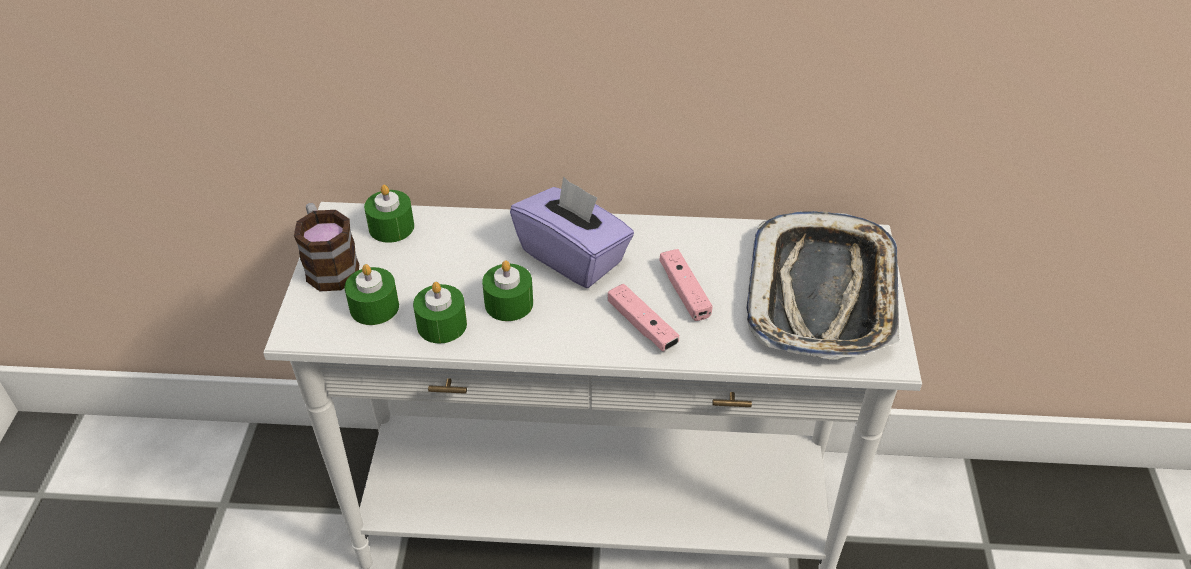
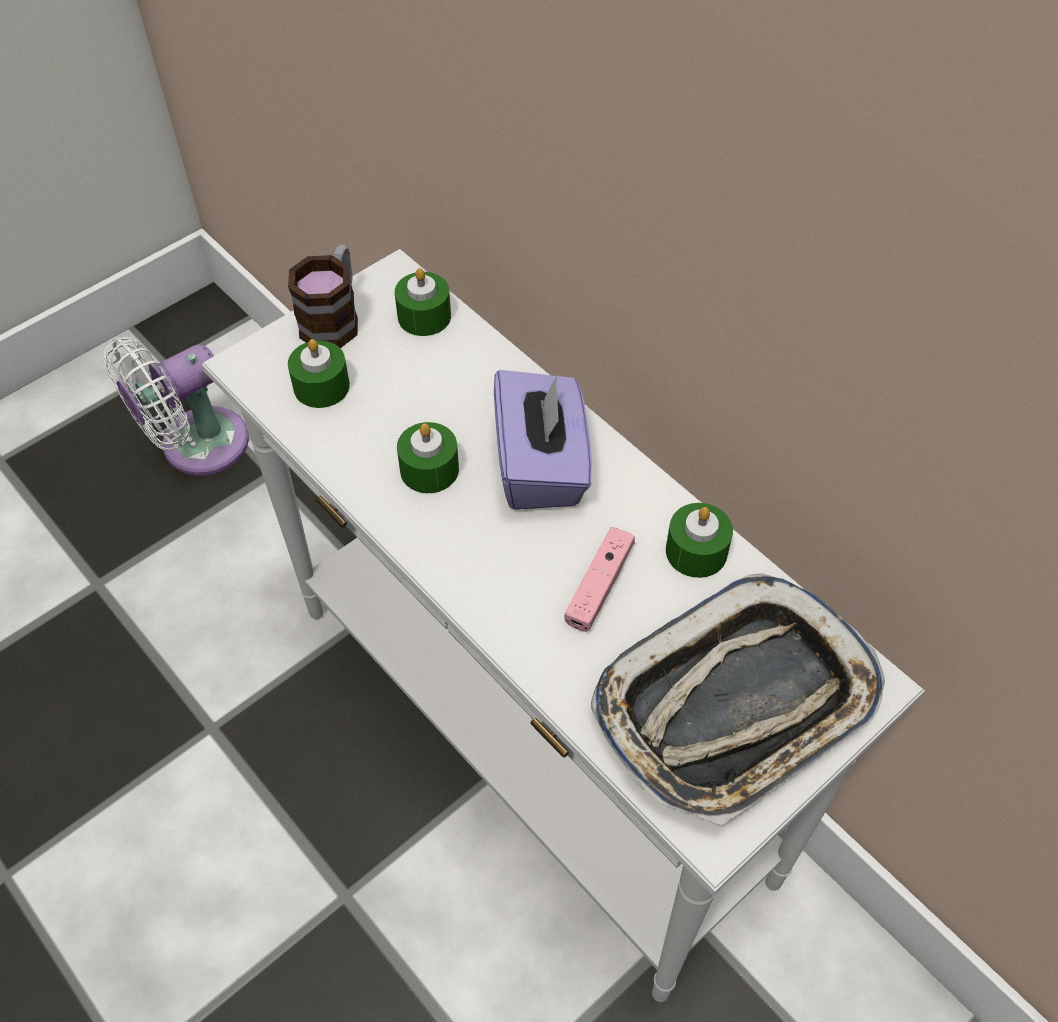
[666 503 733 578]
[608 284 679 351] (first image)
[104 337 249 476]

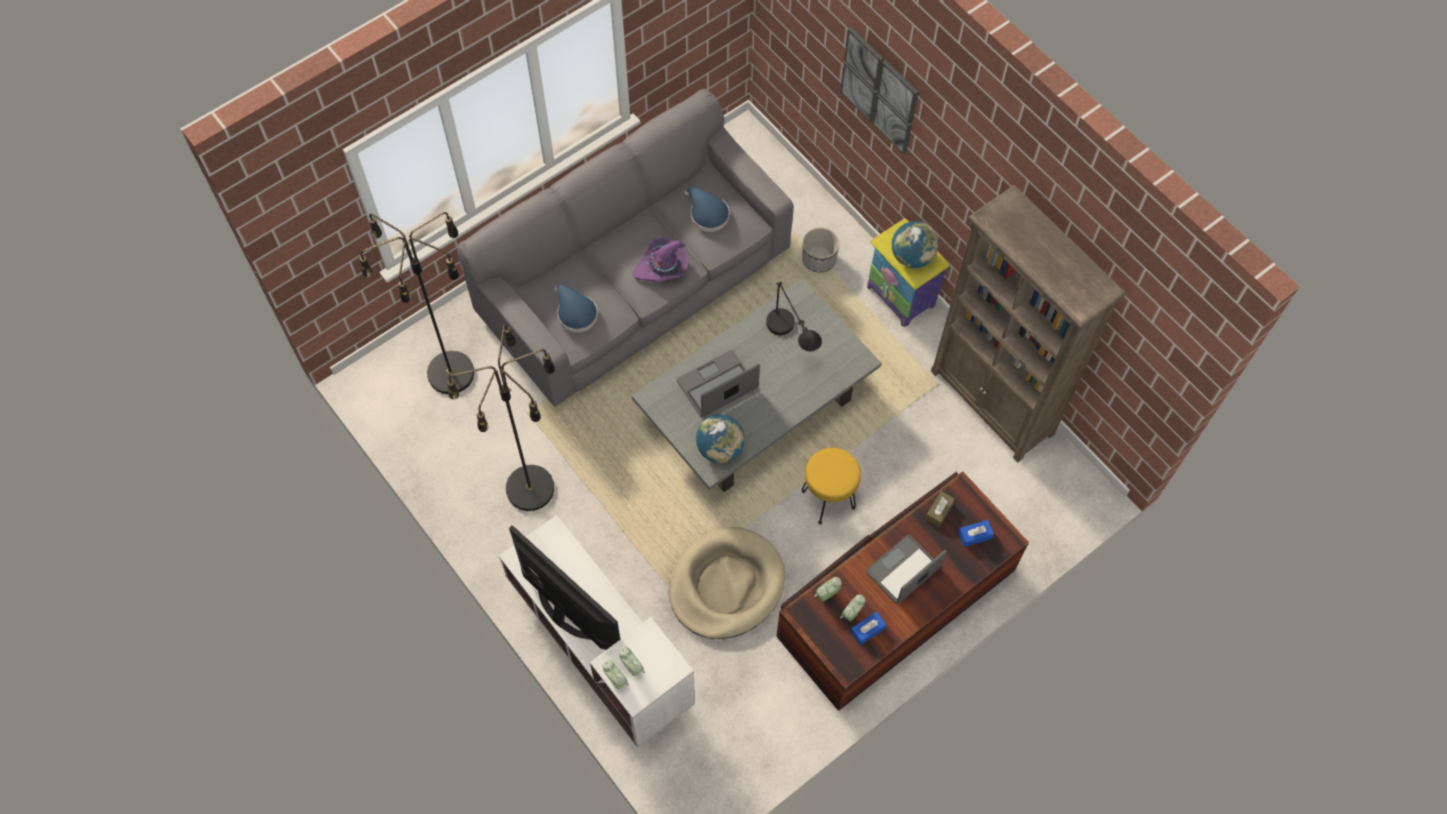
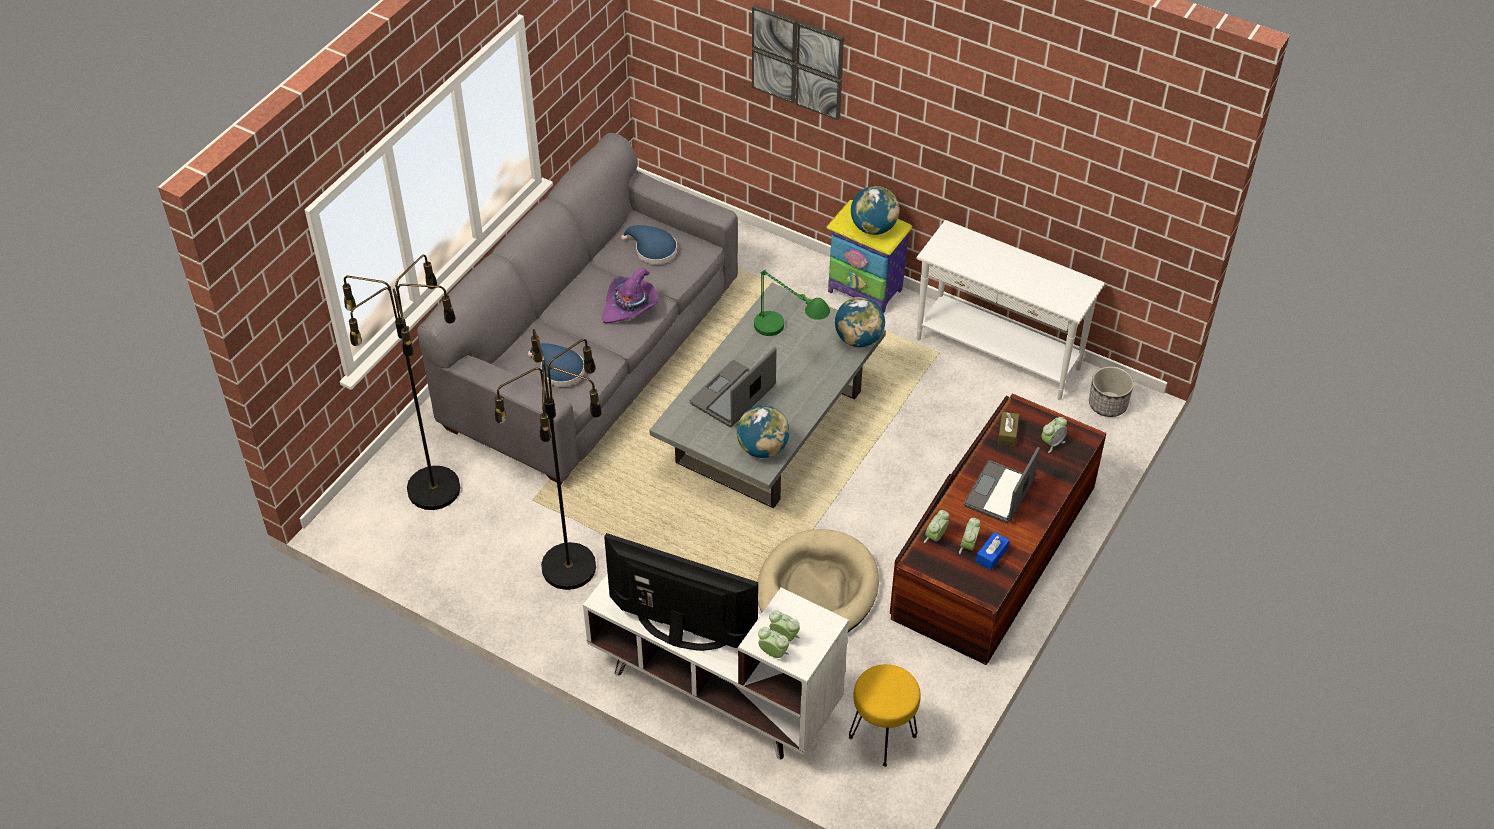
[916 220 1105 400]
[1089 366 1134 417]
[754 270 830 336]
[849 664 921 767]
[1042 417 1067 453]
[835 297 885 347]

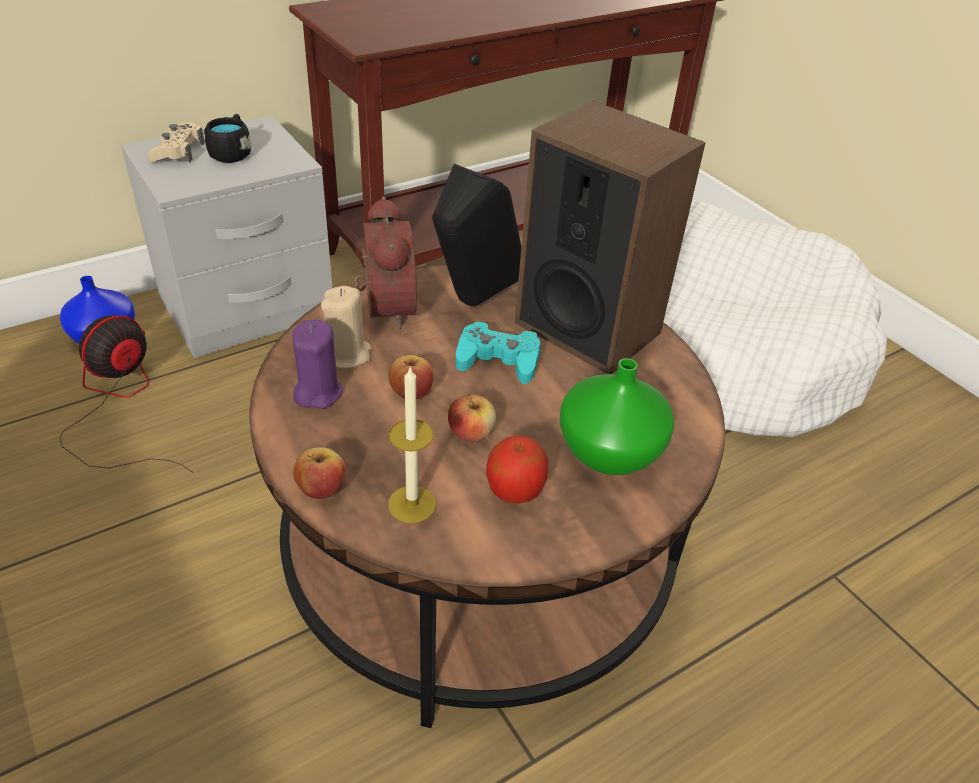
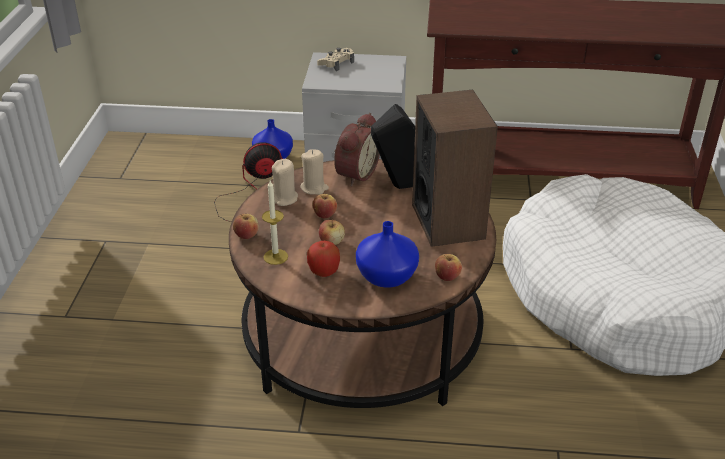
[204 114 251 163] (first image)
[272 159 298 206]
[455 321 540 384] (first image)
[356 221 419 288]
[435 254 462 281]

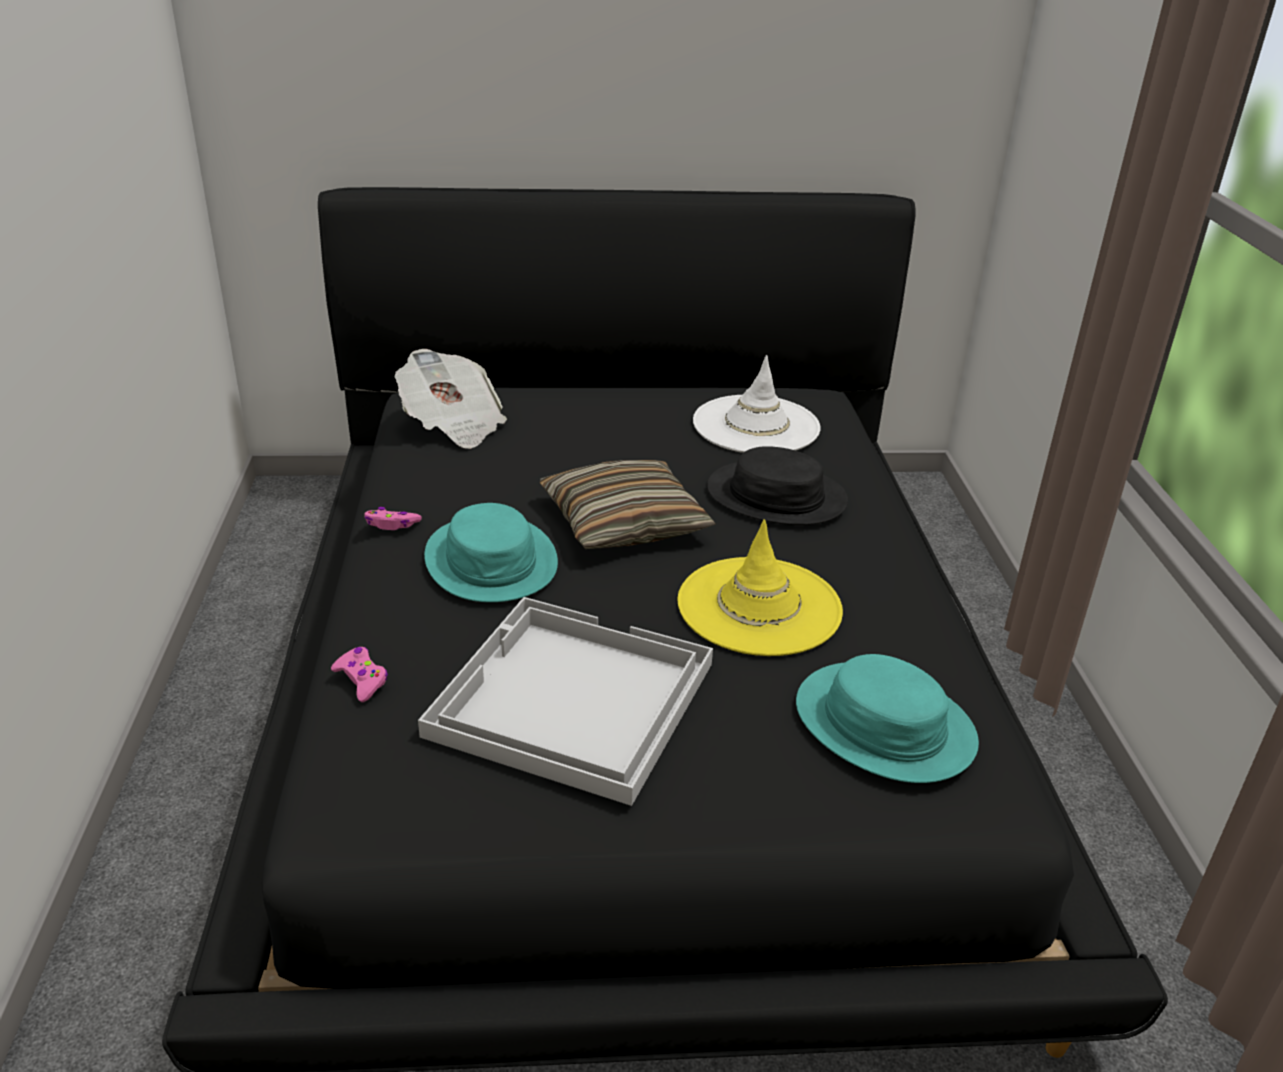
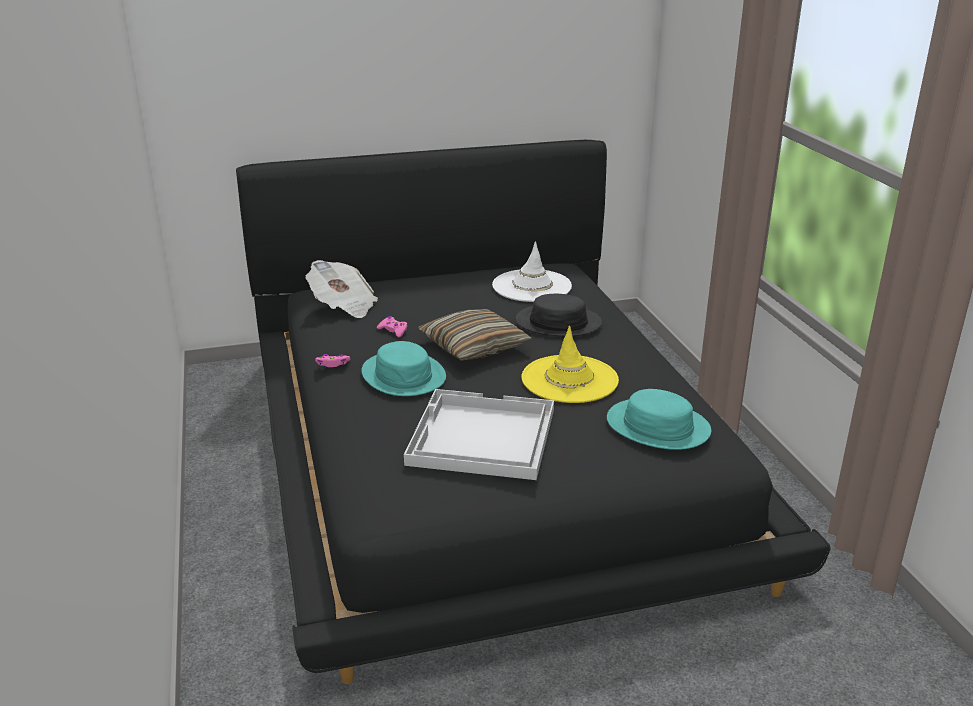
[377 316 408 337]

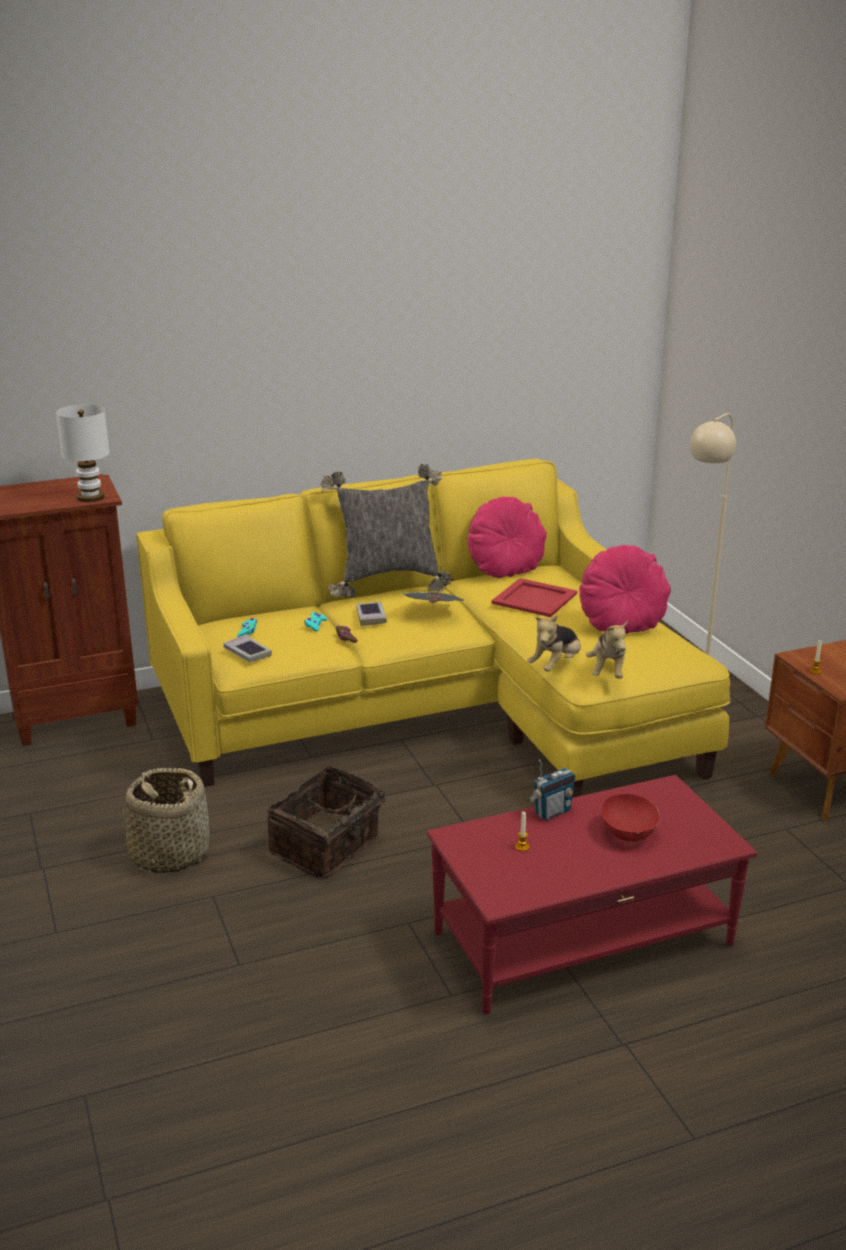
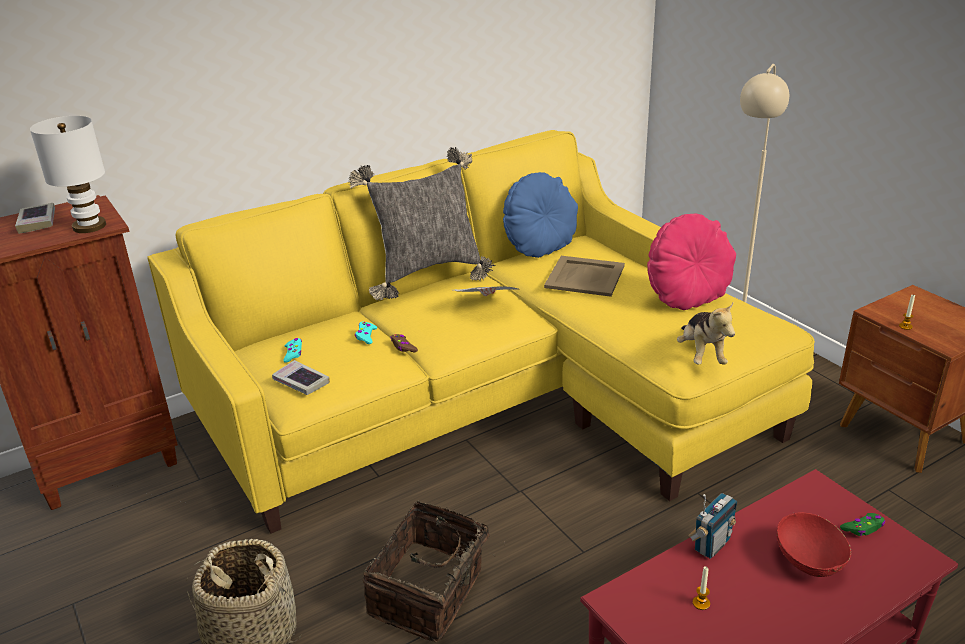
[503 172 578 258]
[544 256 625 297]
[15 203 55 234]
[527 616 581 671] (first image)
[840 513 885 536]

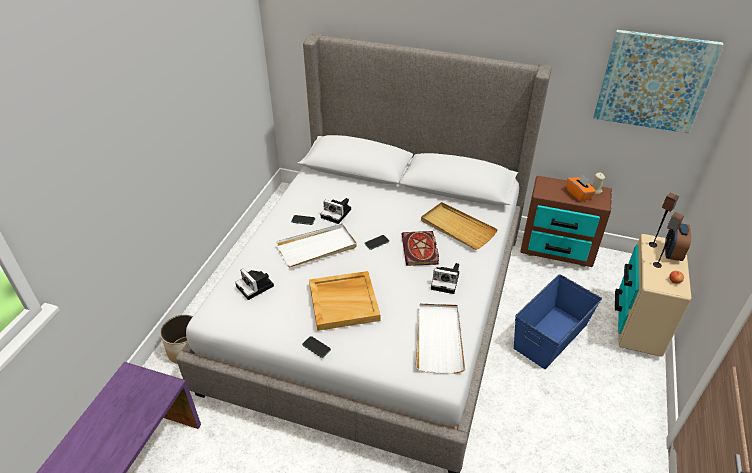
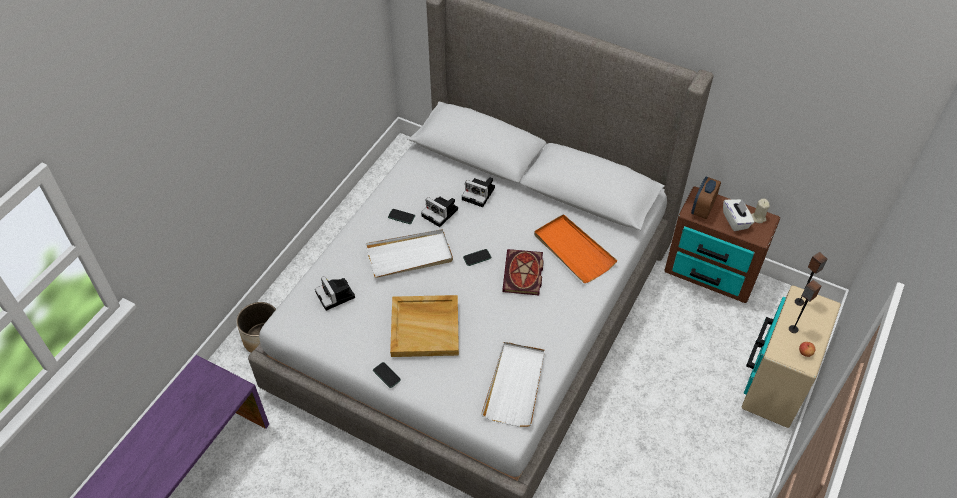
[593 30 723 133] (first image)
[723 199 754 231]
[534 214 617 283]
[691 177 721 219]
[462 177 495 207]
[514 274 602 369] (first image)

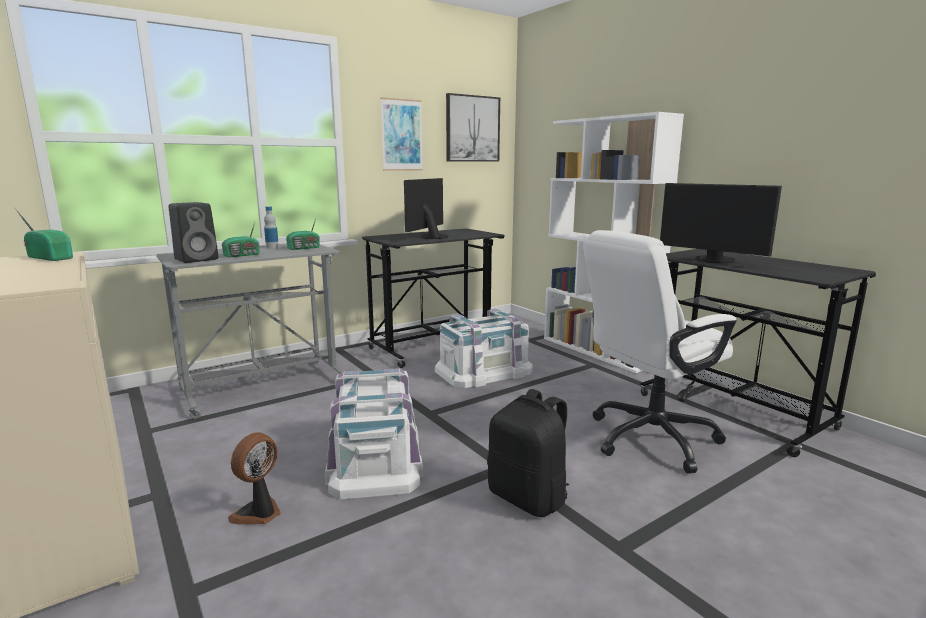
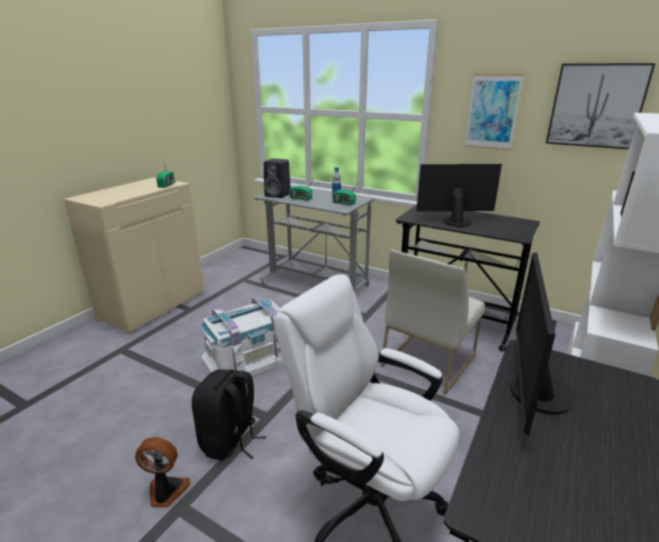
[380 249 485 395]
[135 437 190 507]

